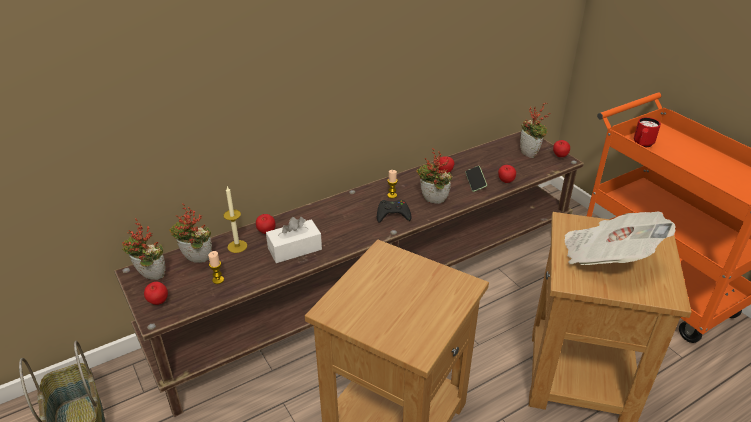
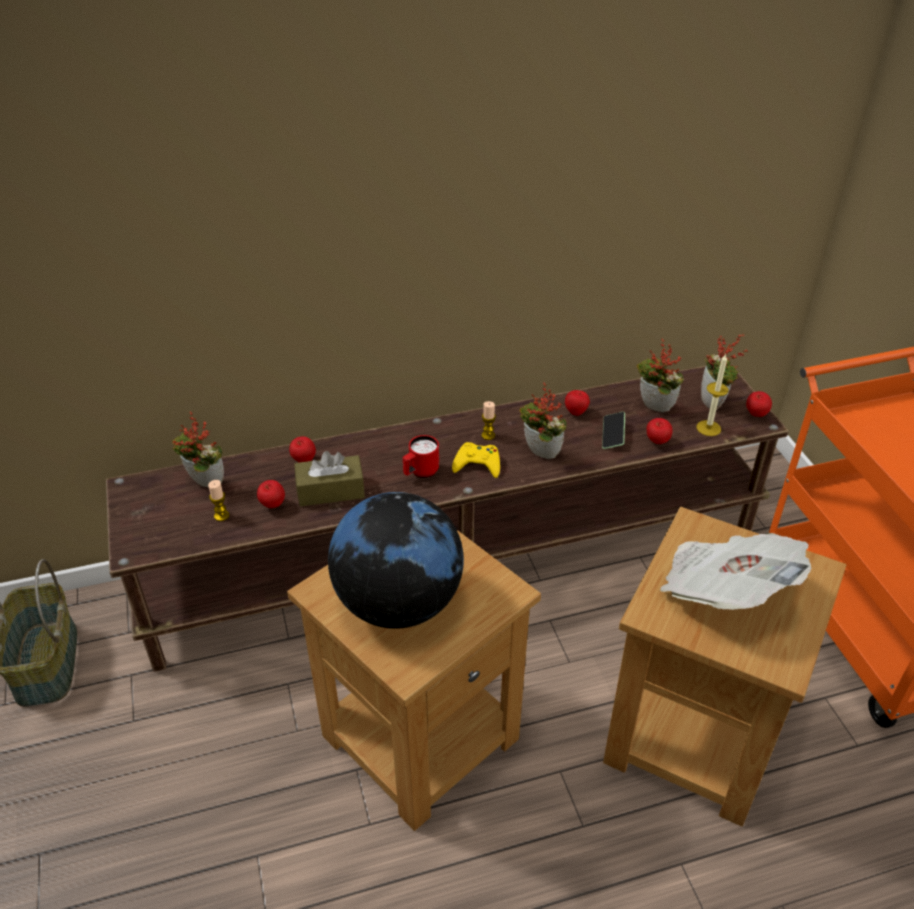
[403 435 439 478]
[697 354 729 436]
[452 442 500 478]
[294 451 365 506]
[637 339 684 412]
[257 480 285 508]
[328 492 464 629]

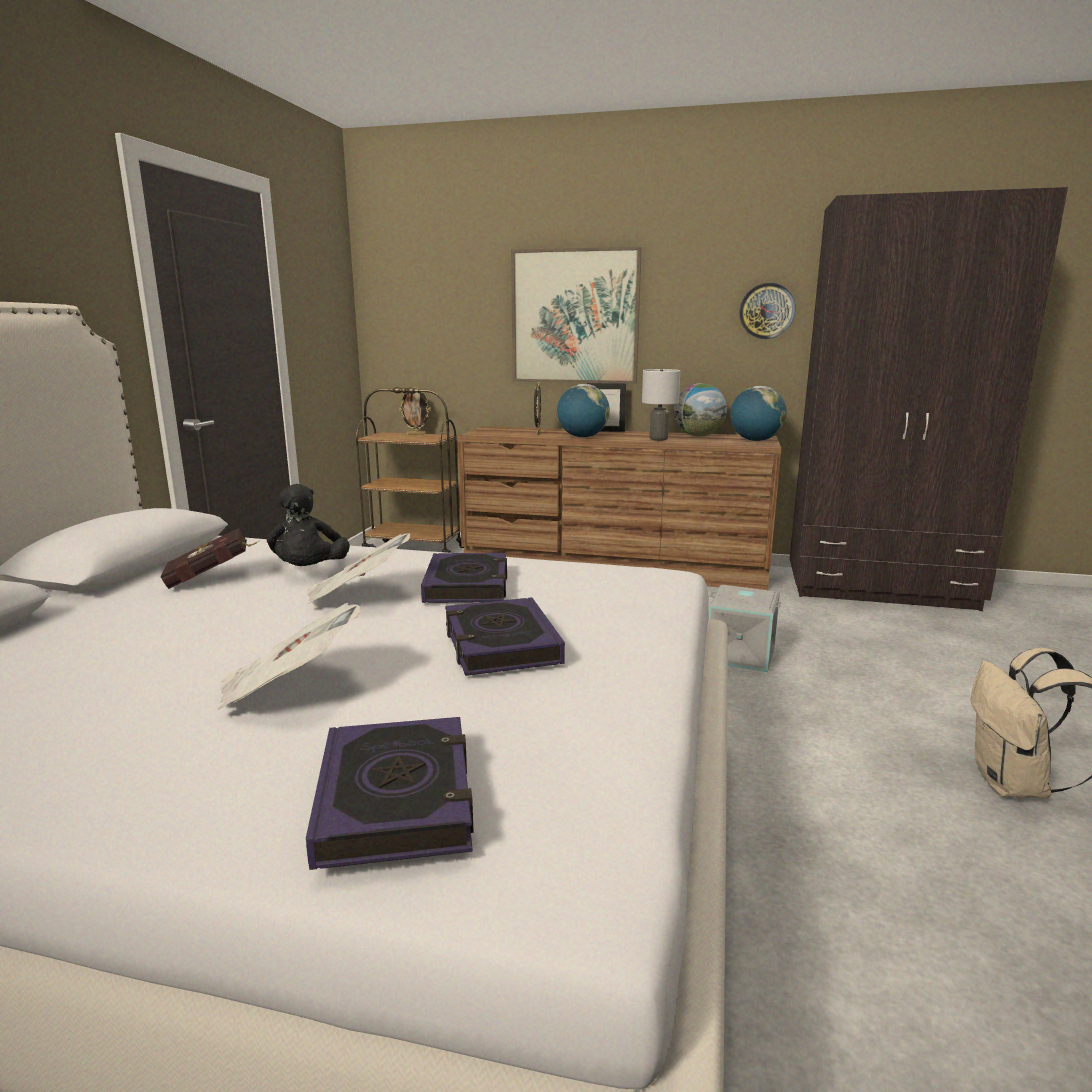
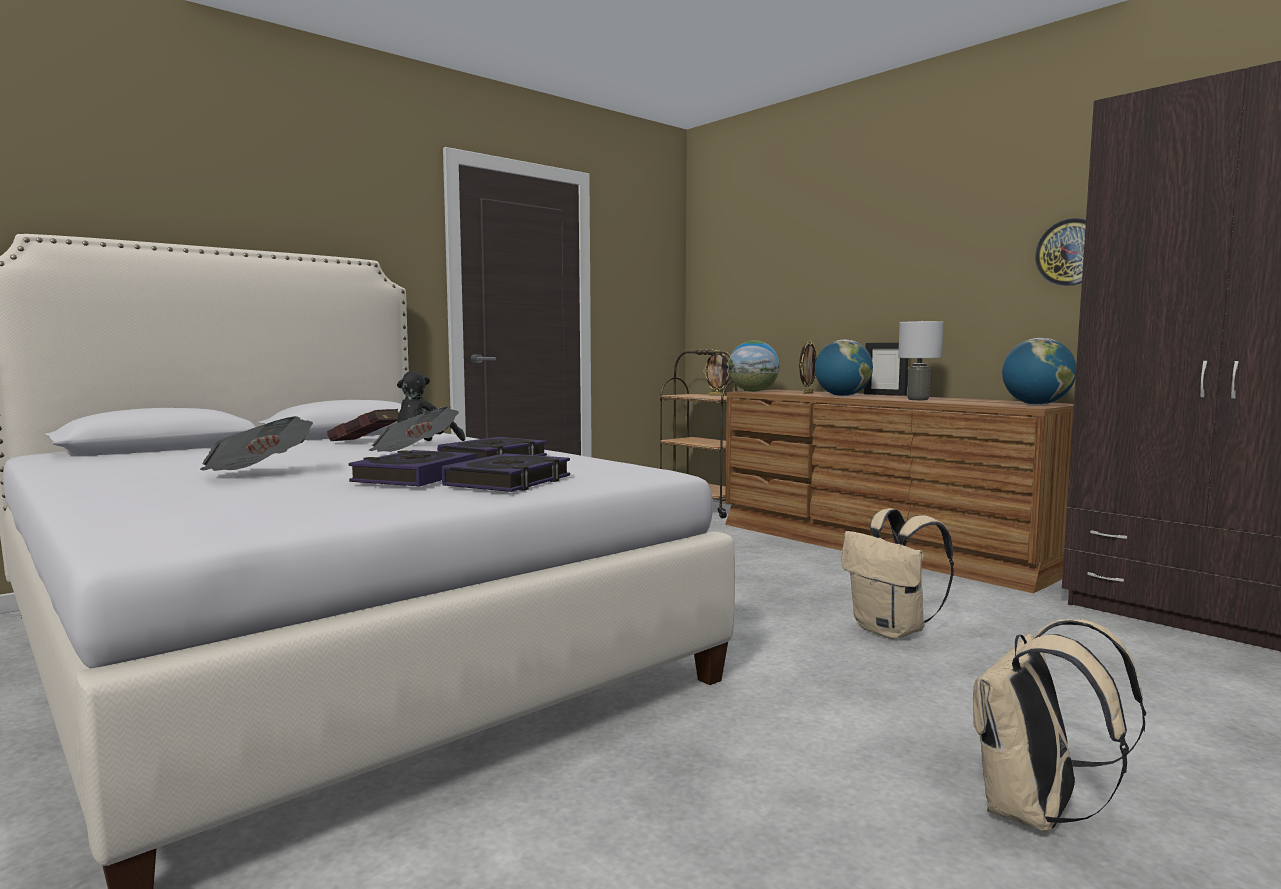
[511 247 642 384] (first image)
[728 340 780 392]
[841 508 954 639]
[442 453 570 492]

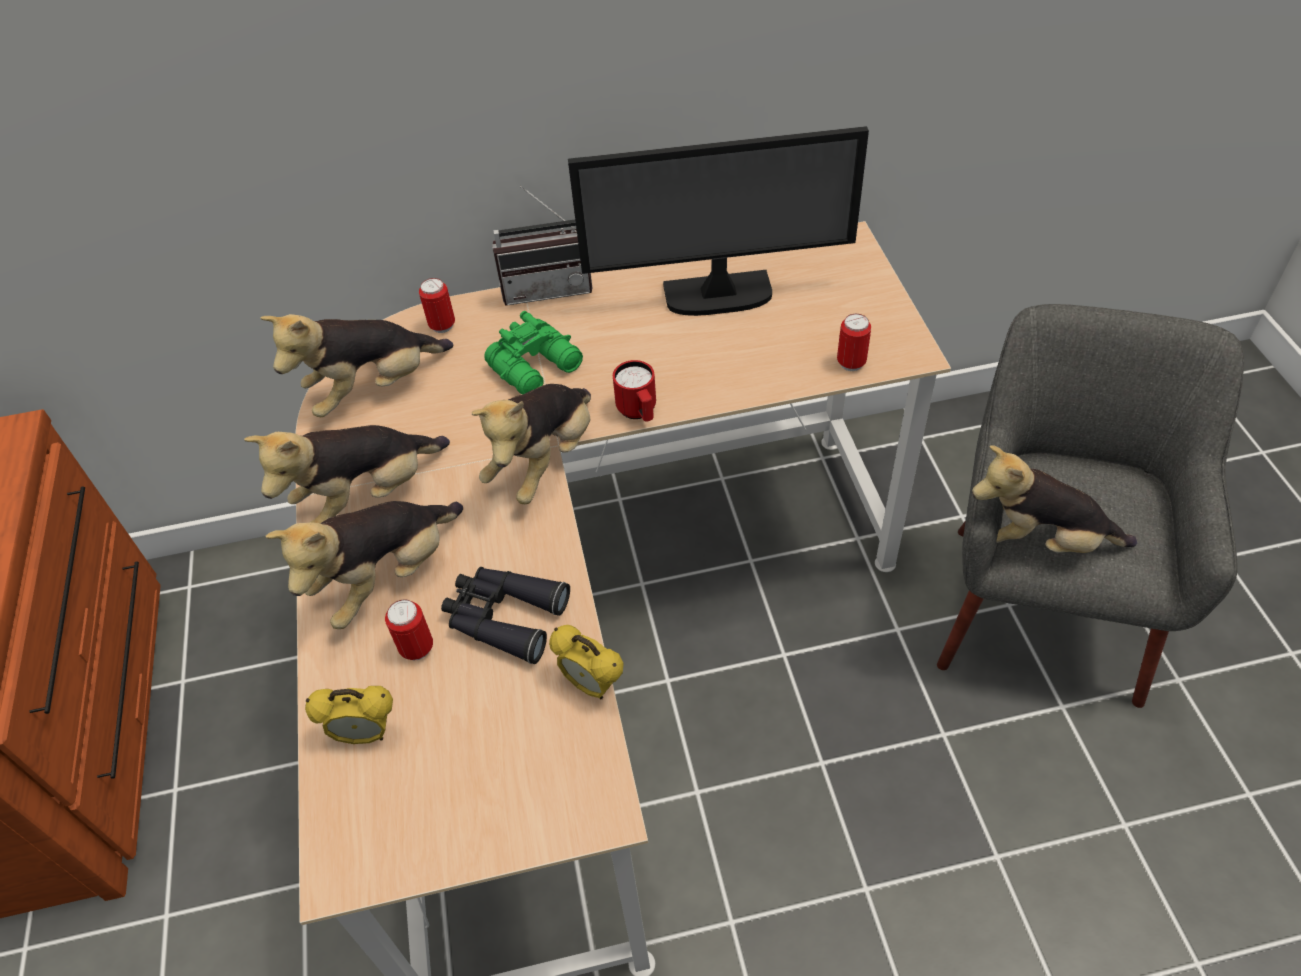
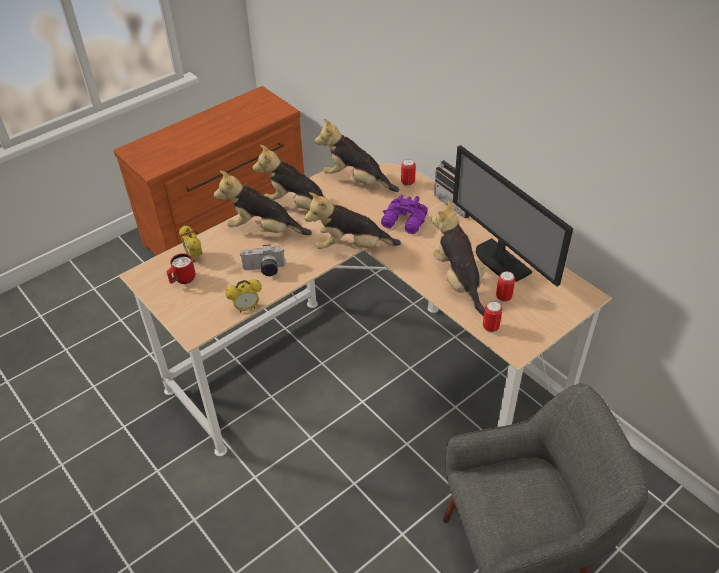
[381 195 428 234]
[166 253 195 284]
[432 201 486 316]
[240 244 285 276]
[496 271 515 302]
[225 279 262 313]

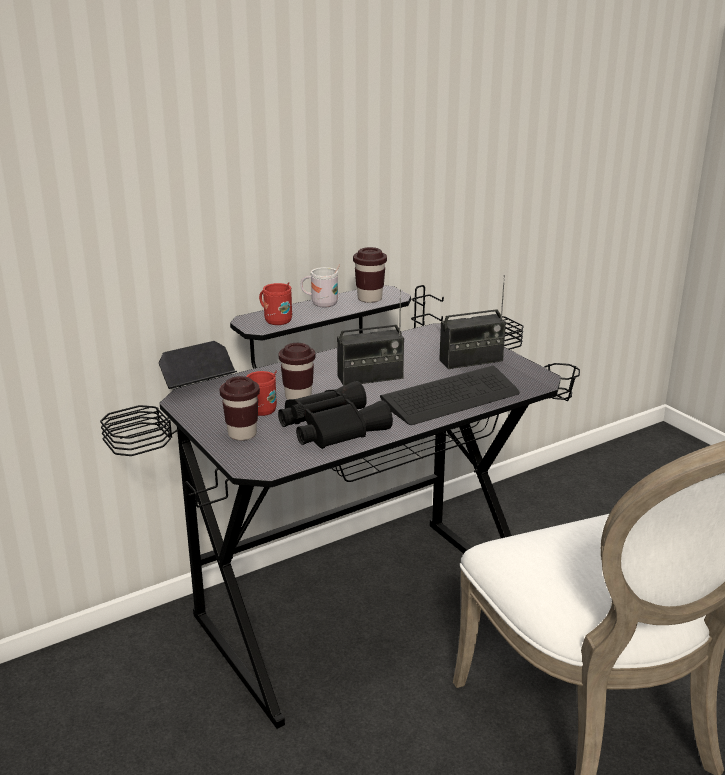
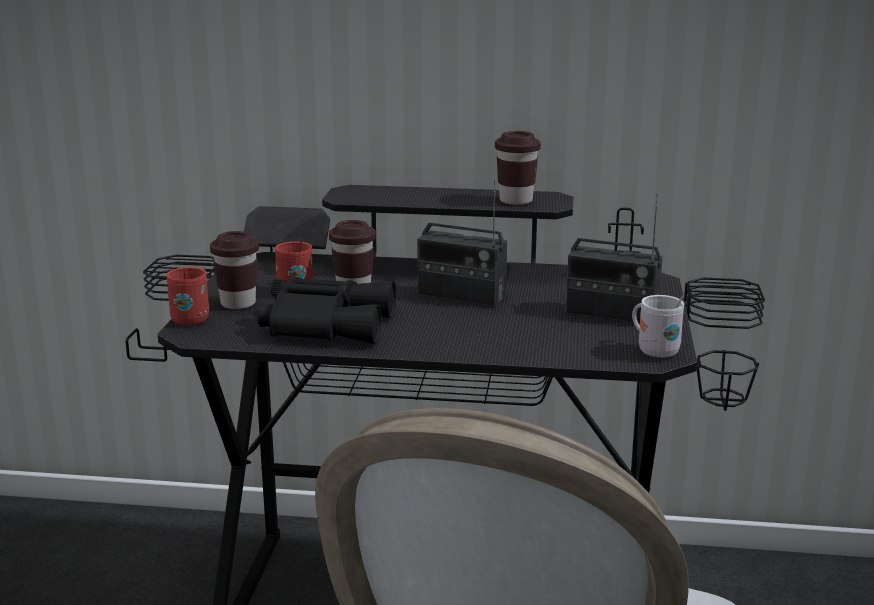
[632 295 684 358]
[166 267 209 325]
[380 366 520 425] (first image)

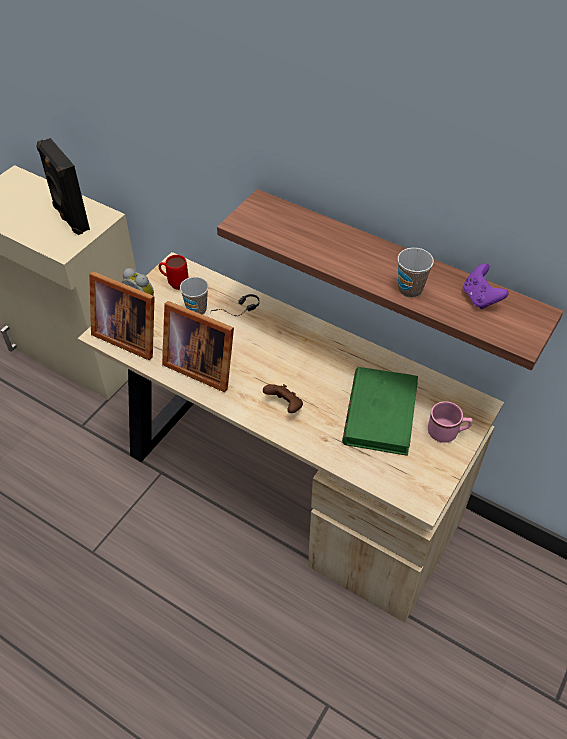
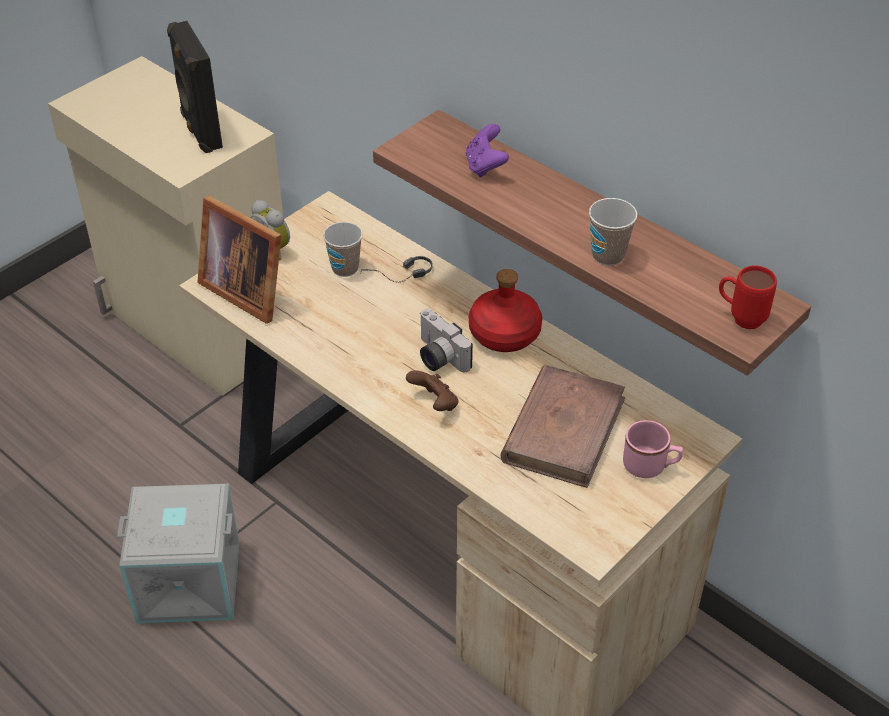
[719 266 777 329]
[466 124 509 177]
[162 301 234 392] (first image)
[501 365 625 488]
[468 269 542 352]
[420 309 473 372]
[117 484 239 623]

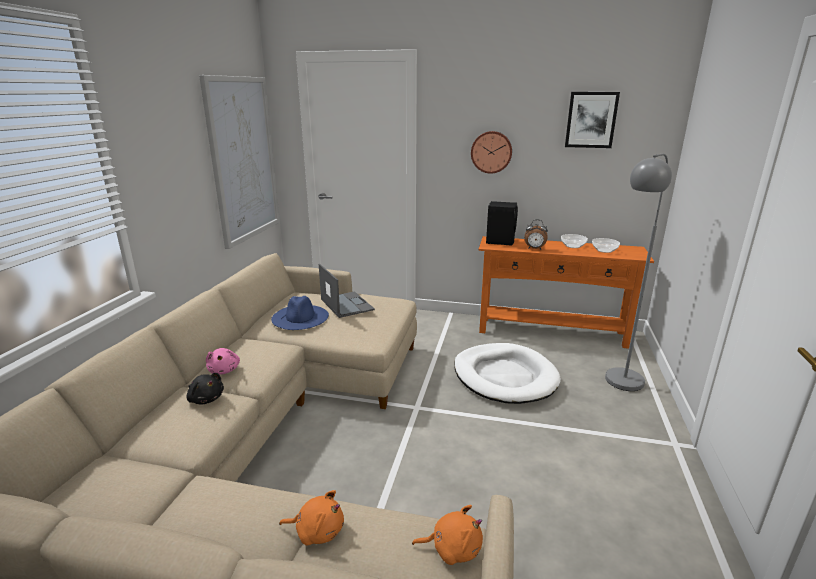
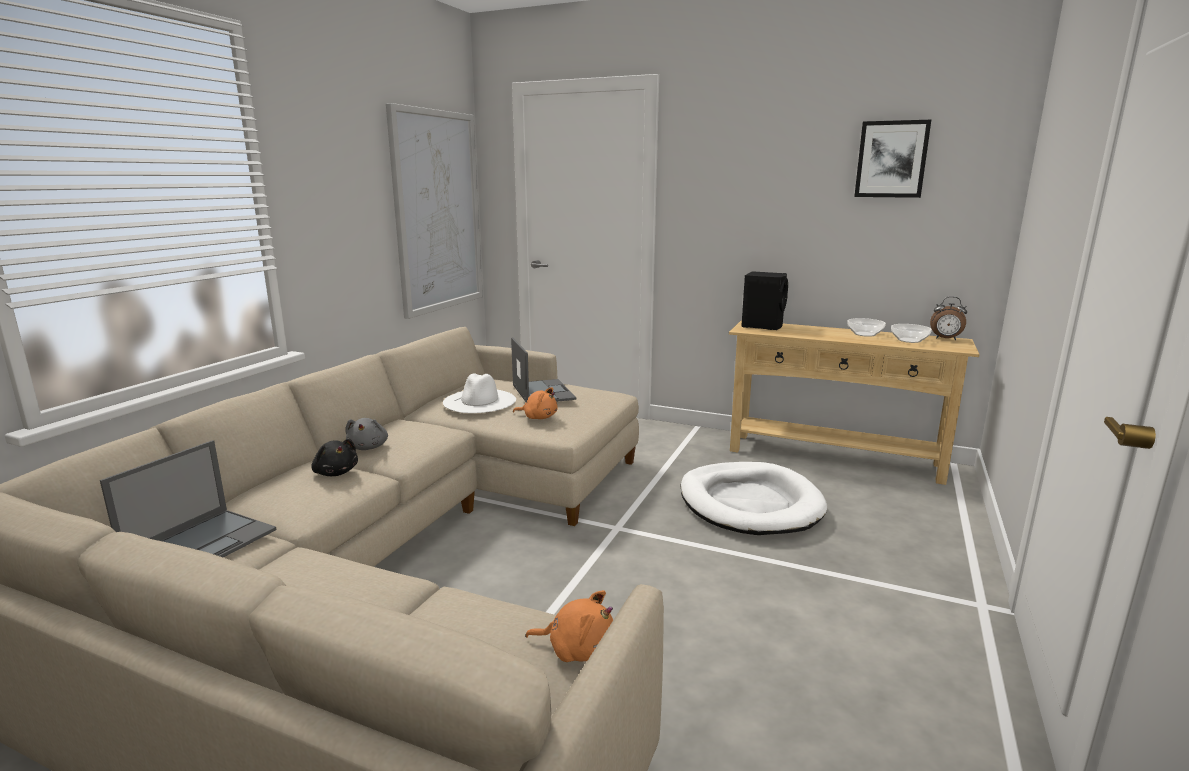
[471 131 512 174] (first image)
[605 153 672 391] (first image)
[930 296 967 340]
[729 320 980 485]
[443 373 516 413]
[345 418 388 450]
[513 387 558 419]
[100 440 276 558]

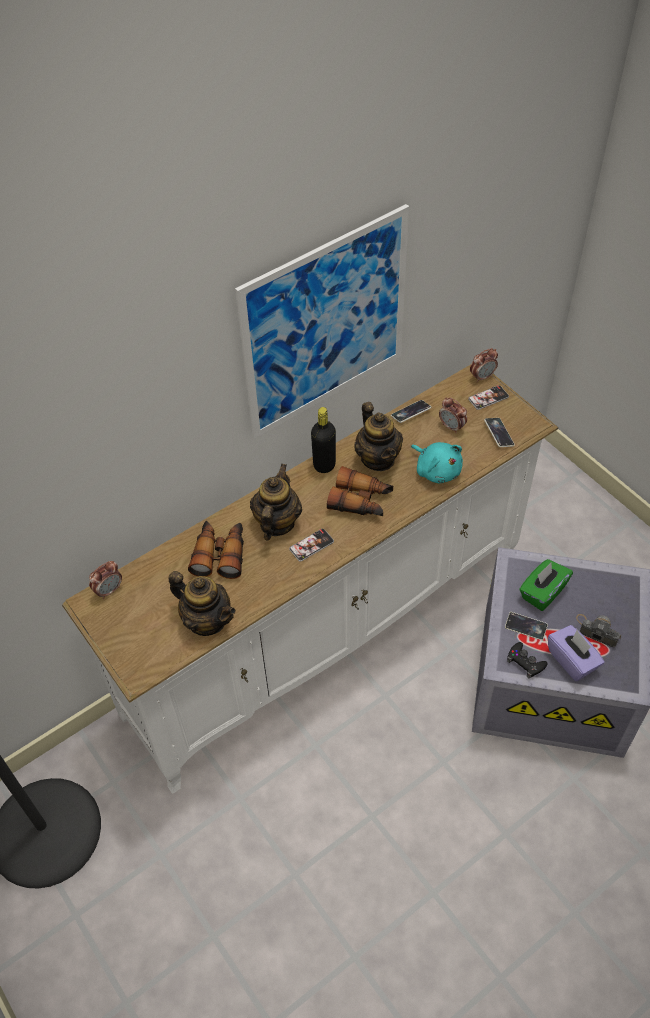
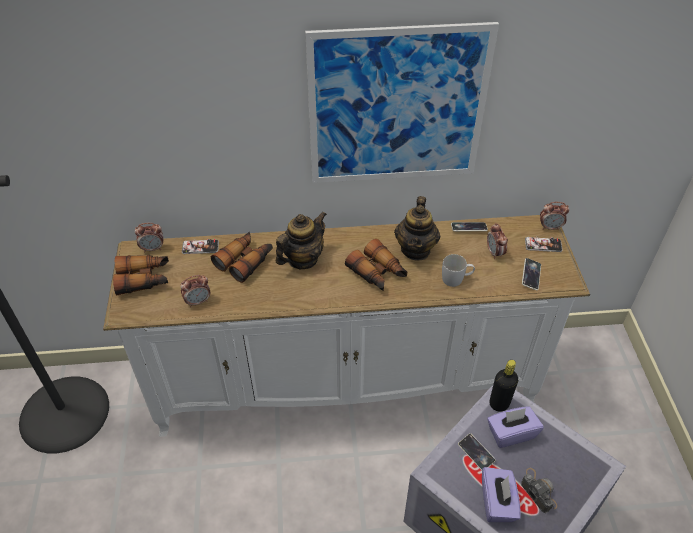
[489 360 518 412]
[442 254 475 287]
[182 239 219 254]
[487 406 544 448]
[180 275 210 307]
[507 642 547 678] (first image)
[113 255 169 295]

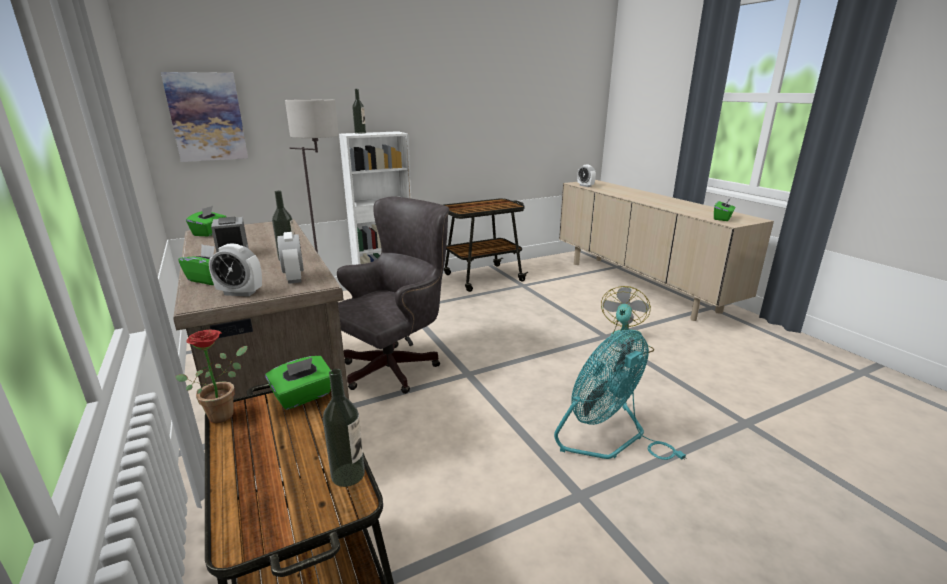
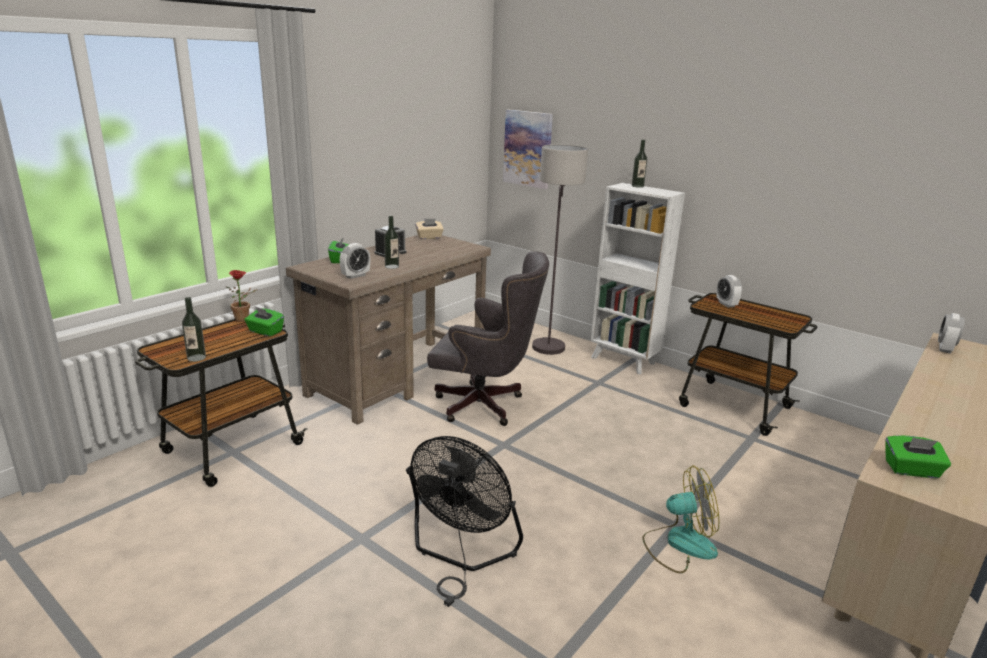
[415 218 444 239]
[716 275 742 308]
[406 436 523 607]

